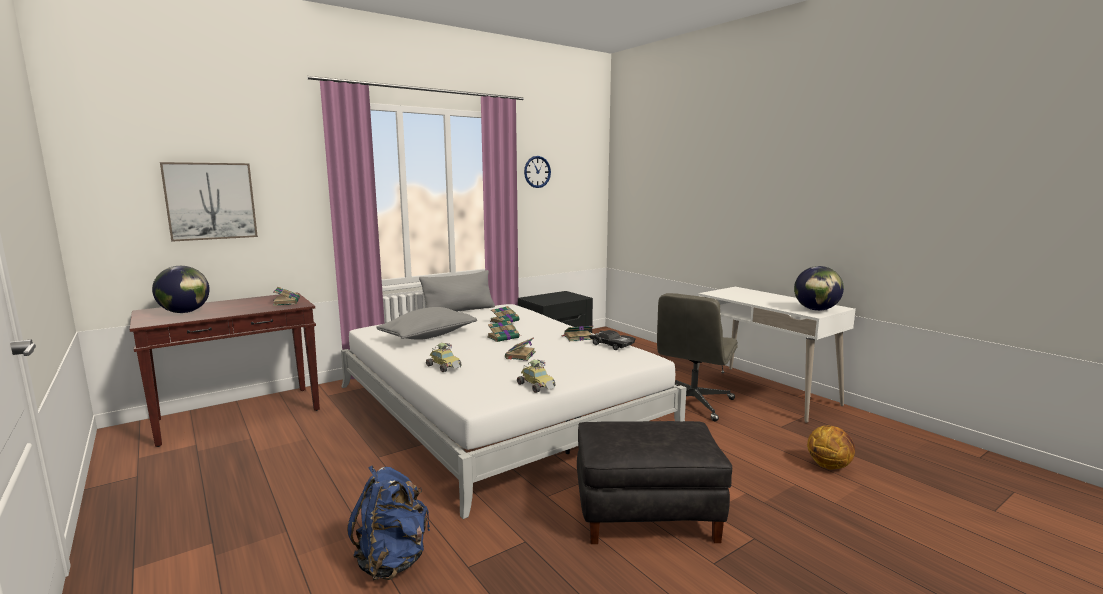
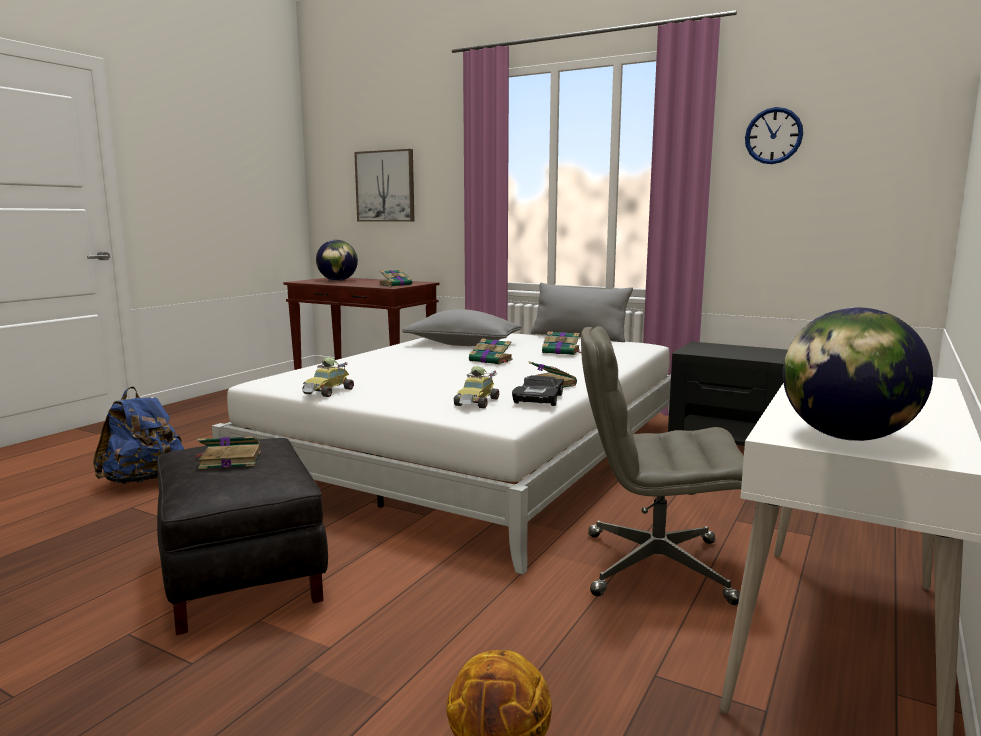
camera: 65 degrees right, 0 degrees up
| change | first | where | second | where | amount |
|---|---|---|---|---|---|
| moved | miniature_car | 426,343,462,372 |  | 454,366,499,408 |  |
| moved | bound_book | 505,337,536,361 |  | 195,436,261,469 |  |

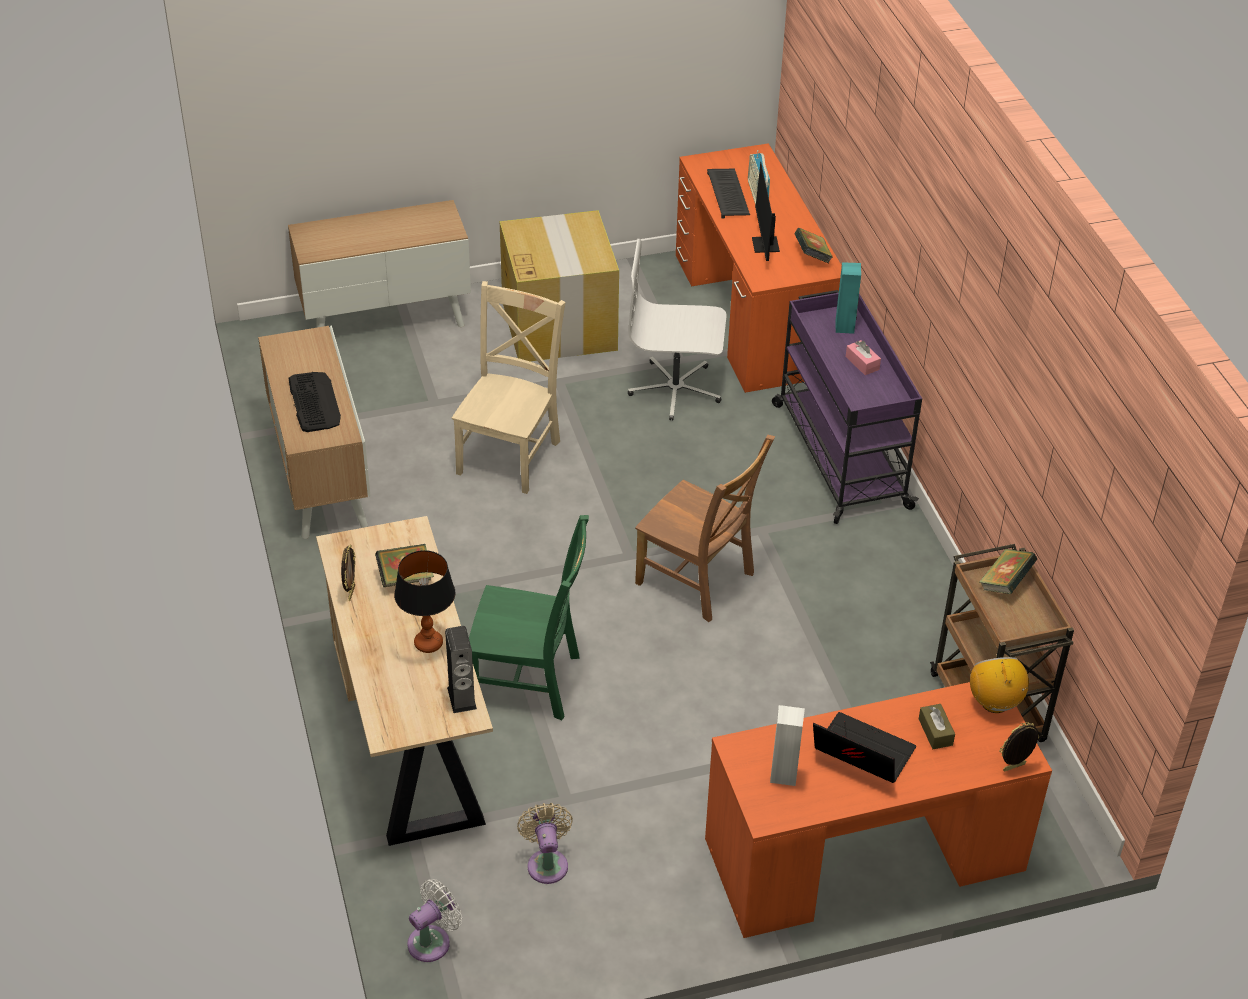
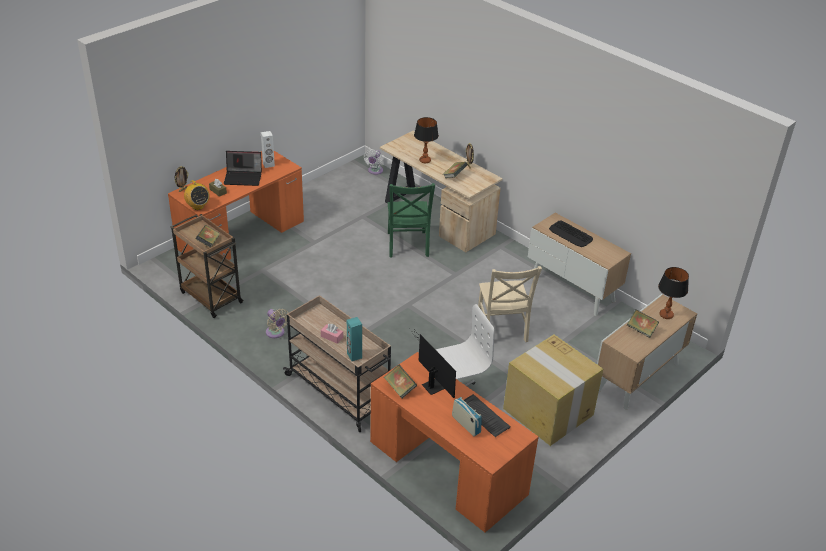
camera: 150 degrees right, 5 degrees down
| change | first | where | second | where | amount |
|---|---|---|---|---|---|
| removed | audio_speaker | 445,626,477,713 |  |  |  |
| turned | green_plain_chair | 469,515,589,720 |  | 388,183,435,258 | 75 degrees counterclockwise |
| moved | beige_cooling_fan | 517,803,573,884 |  | 266,309,289,338 |  |
| removed | brownish_plain_chair | 635,435,775,622 |  |  |  |
| recoloured | purple-coloured_cart | 772,290,922,524 | beige_cart | 283,295,391,432 |  |
| added |  |  | bound_book | 627,309,659,338 |  |
| added |  |  | tabletop_lamp | 658,267,689,319 |  |

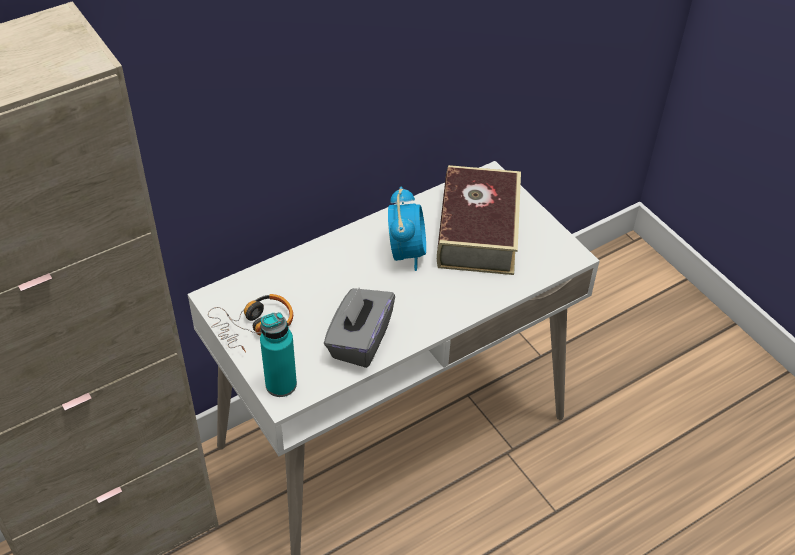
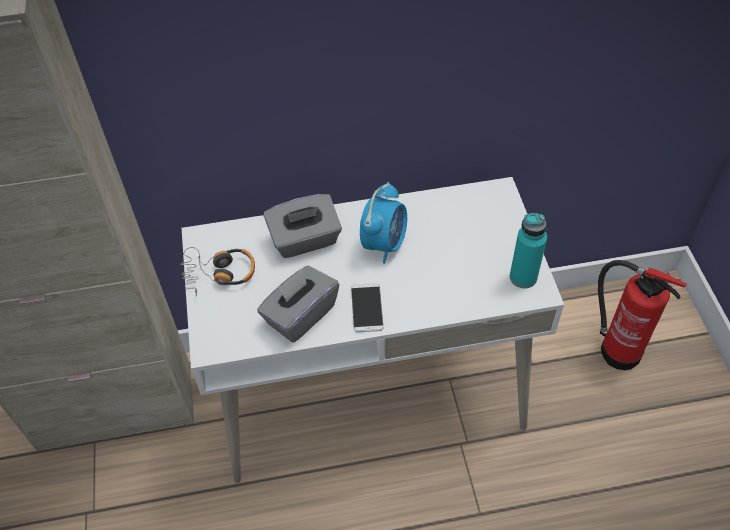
camera: 25 degrees right, 5 degrees up
| change | first | where | second | where | amount |
|---|---|---|---|---|---|
| moved | turquoise_beverage_bottle | 260,312,297,397 |  | 510,213,547,288 |  |
| removed | bound_book | 437,165,521,275 |  |  |  |
| added |  |  | greyish_tissue_box | 264,194,342,258 |  |
| added |  |  | handset | 351,283,383,332 |  |
| added |  |  | fire-fighting_cylinder | 598,260,687,370 |  |

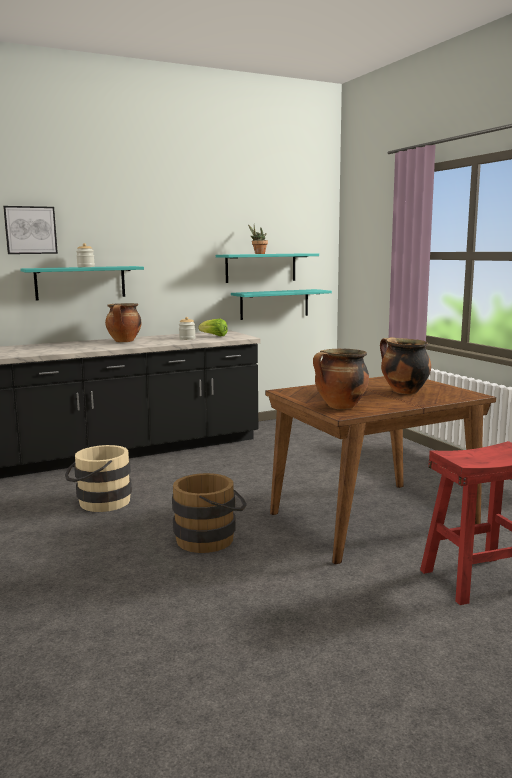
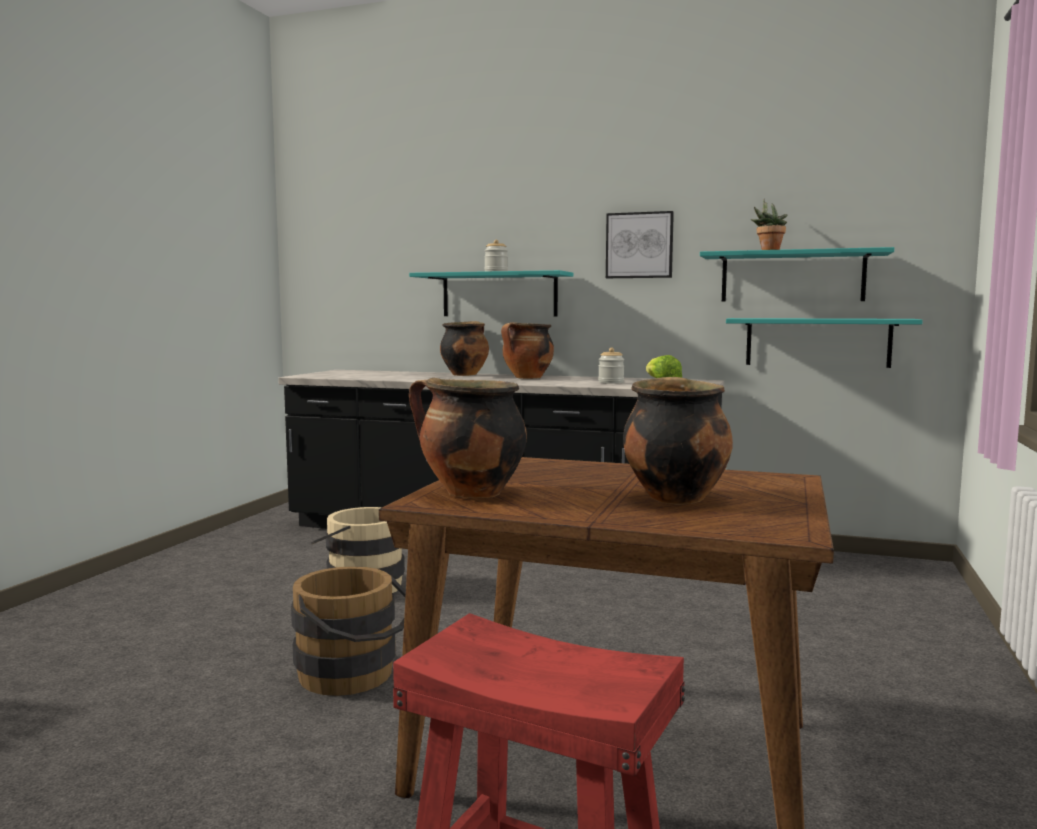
camera: 45 degrees right, 5 degrees down
| change | first | where | second | where | amount |
|---|---|---|---|---|---|
| moved | wall_picture | 3,206,58,254 |  | 606,211,674,278 |  |
| added |  |  | cooking_pot | 440,321,489,376 |  |

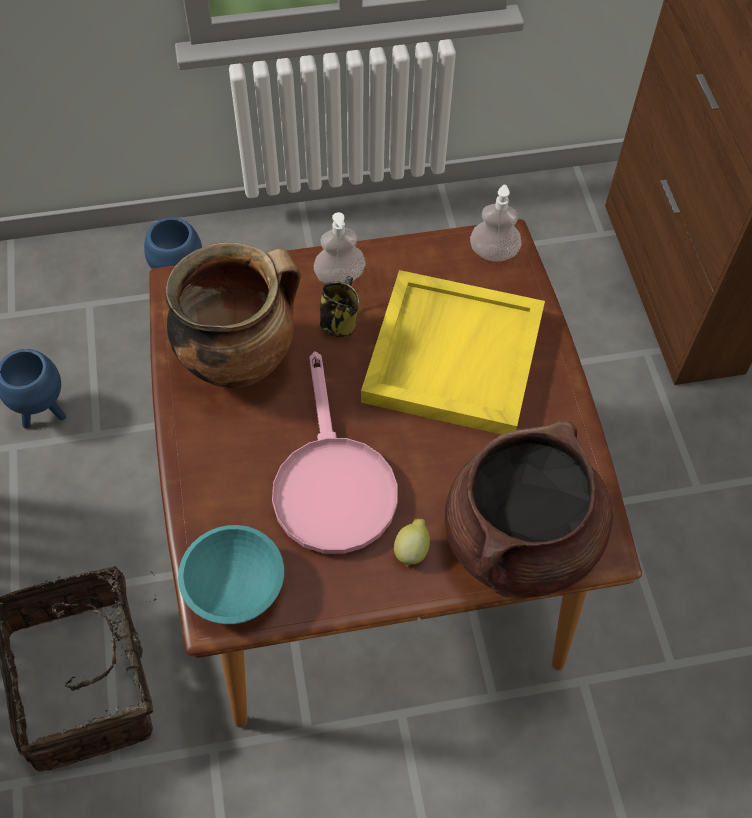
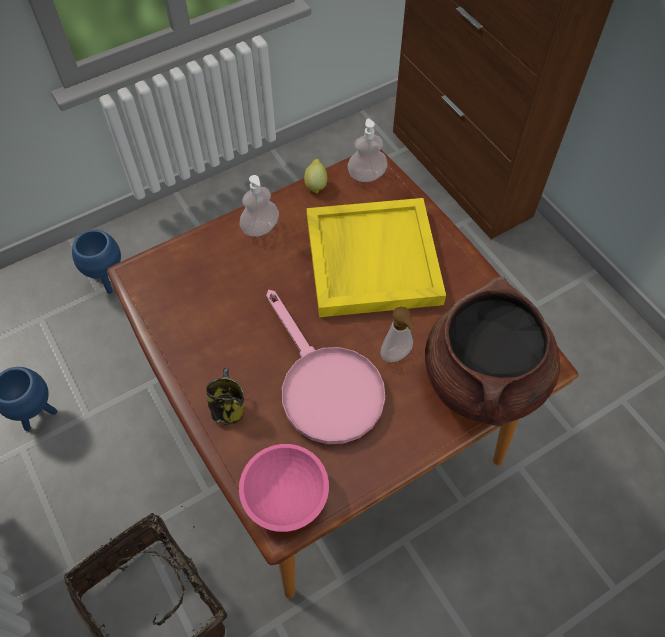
camera: 20 degrees left, 0 degrees up
| change | first | where | second | where | amount |
|---|---|---|---|---|---|
| removed | cooking_pot | 166,242,301,388 |  |  |  |
| recoloured | turquoise_serving_bowl | 178,525,284,625 | pink_serving_bowl | 239,444,329,532 |  |
| moved | coffee_mug | 320,276,359,338 |  | 206,368,244,425 |  |
| moved | whole_lemon | 394,519,430,567 |  | 304,159,327,194 |  |
| added |  |  | liquid_soap_bottle | 380,307,415,362 |  |

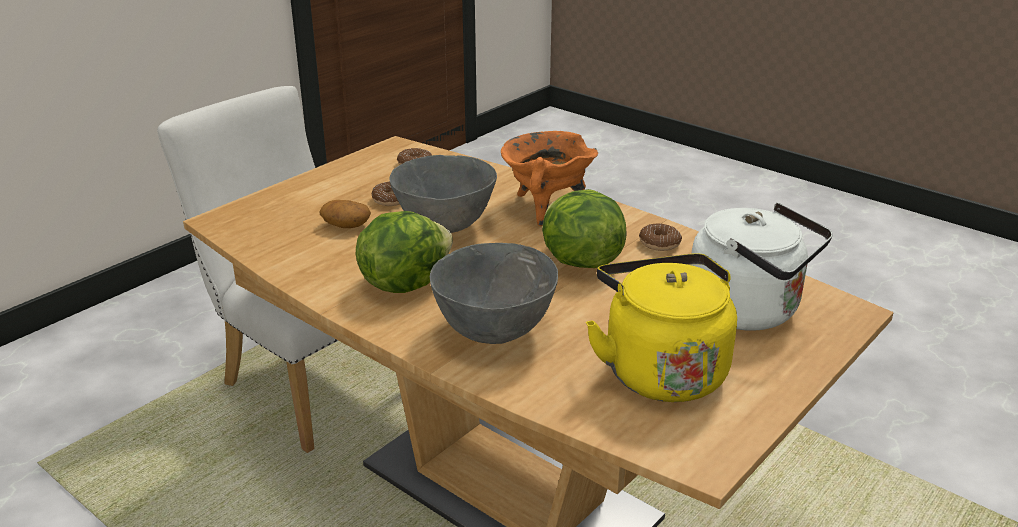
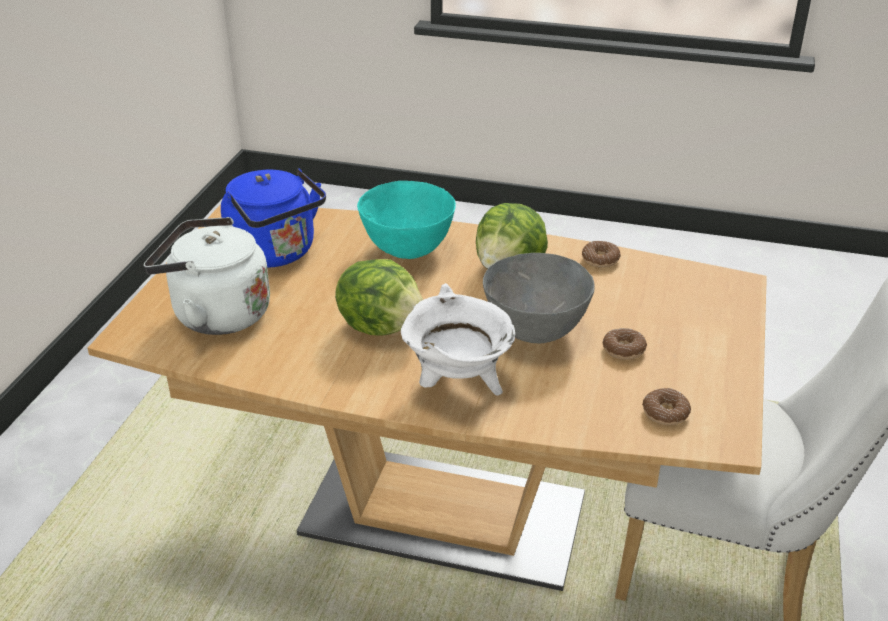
camera: 155 degrees right, 5 degrees up
| change | first | where | second | where | amount |
|---|---|---|---|---|---|
| removed | potato | 319,200,371,228 |  |  |  |
| recoloured | greyish_serving_bowl | 430,243,558,344 | turquoise_serving_bowl | 357,181,456,259 |  |
| recoloured | orangey_cooking_pot | 501,131,598,226 | whitish_cooking_pot | 401,283,515,396 |  |
| recoloured | yellow-coloured_tea_kettle | 586,253,737,402 | bluish_tea_kettle | 221,168,326,268 |  |
| moved | ring_doughnut | 639,223,682,251 |  | 582,241,621,268 |  |

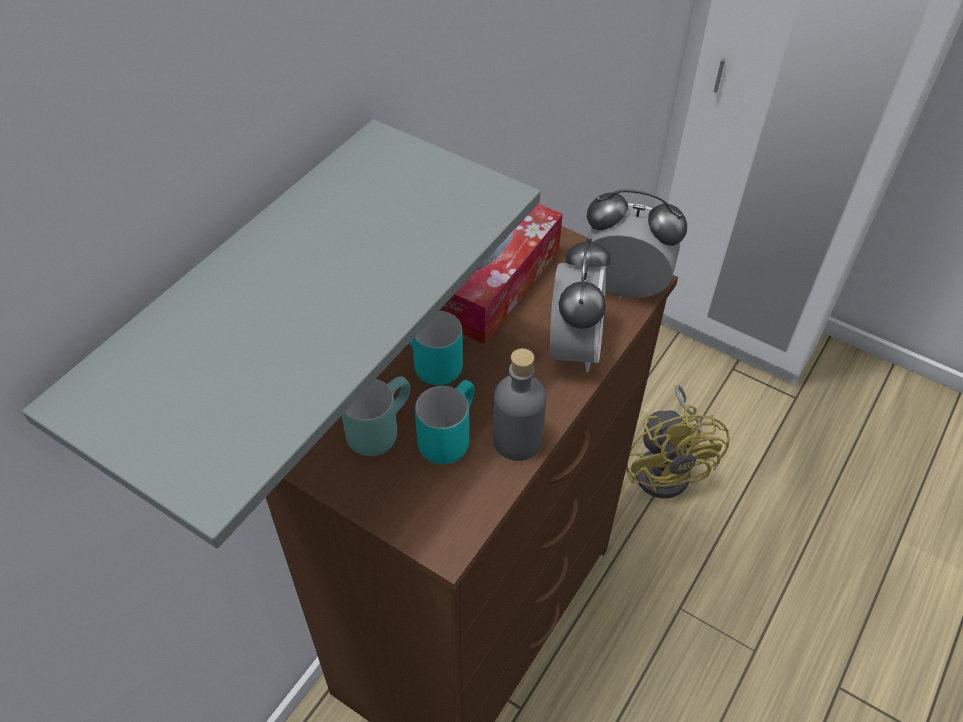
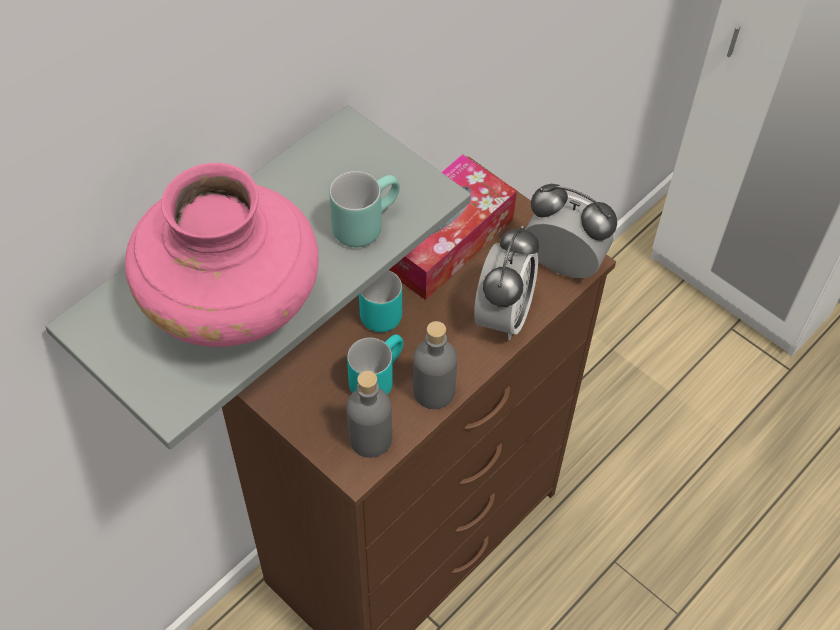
camera: 10 degrees right, 5 degrees up
| change | first | where | second | where | amount |
|---|---|---|---|---|---|
| moved | turquoise_coffee_mug | 342,376,410,456 |  | 329,171,400,247 |  |
| removed | yellow-coloured_cooling_fan | 626,385,730,499 |  |  |  |
| added |  |  | pink_decorative_vase | 125,163,319,347 |  |
| added |  |  | greyish_beverage_bottle | 346,371,392,458 |  |

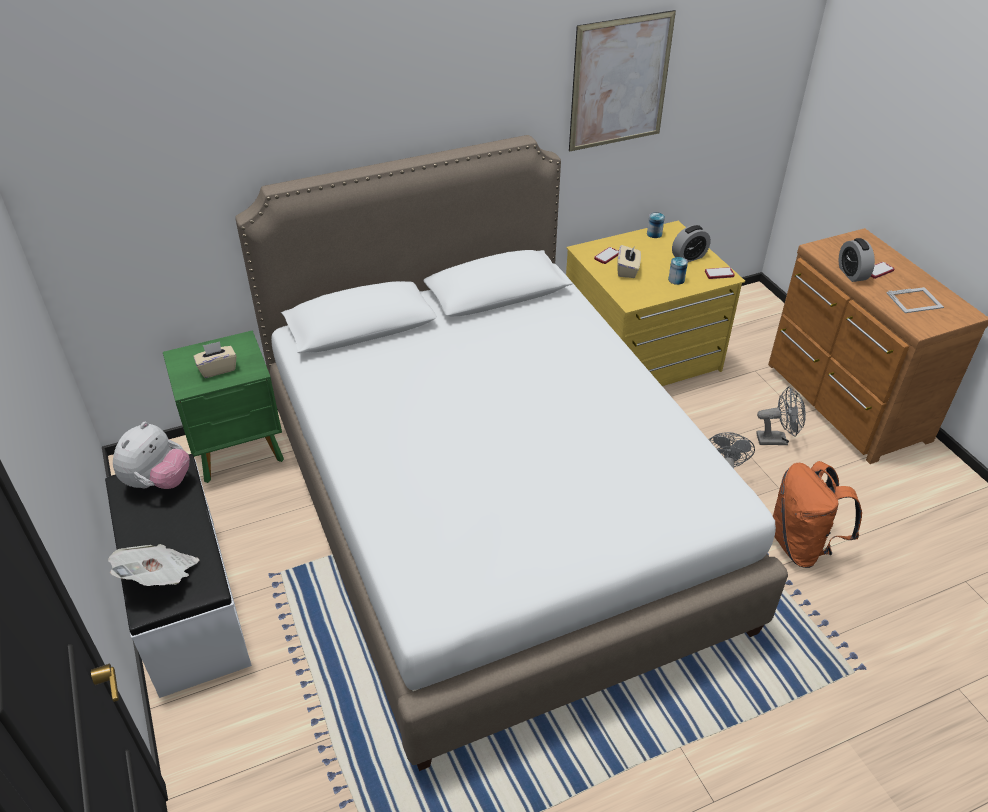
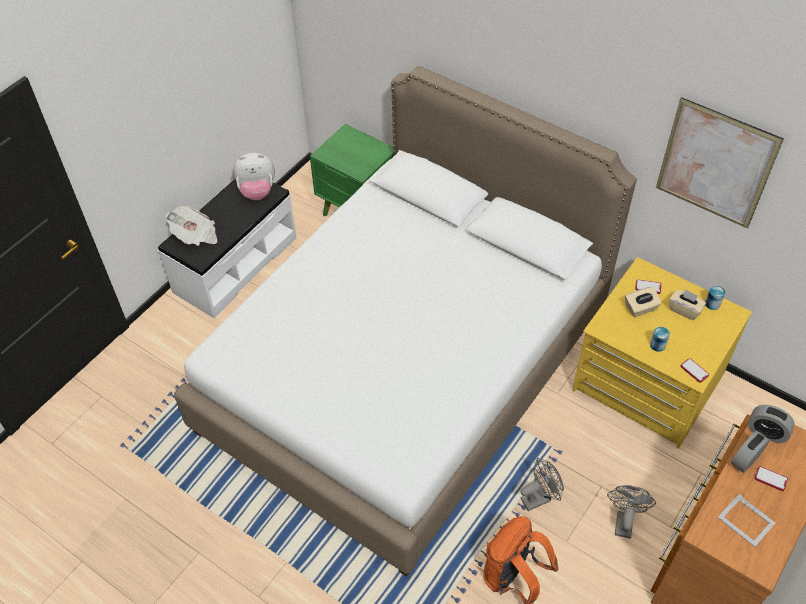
camera: 60 degrees right, 10 degrees up
| change | first | where | second | where | amount |
|---|---|---|---|---|---|
| moved | beige_tissue_box | 194,341,236,378 |  | 669,289,706,320 |  |
| moved | alarm_clock | 672,225,711,262 |  | 748,405,795,443 |  |
| turned | greyish_cooling_fan | 756,386,806,445 |  | 607,485,656,539 | 135 degrees counterclockwise |

